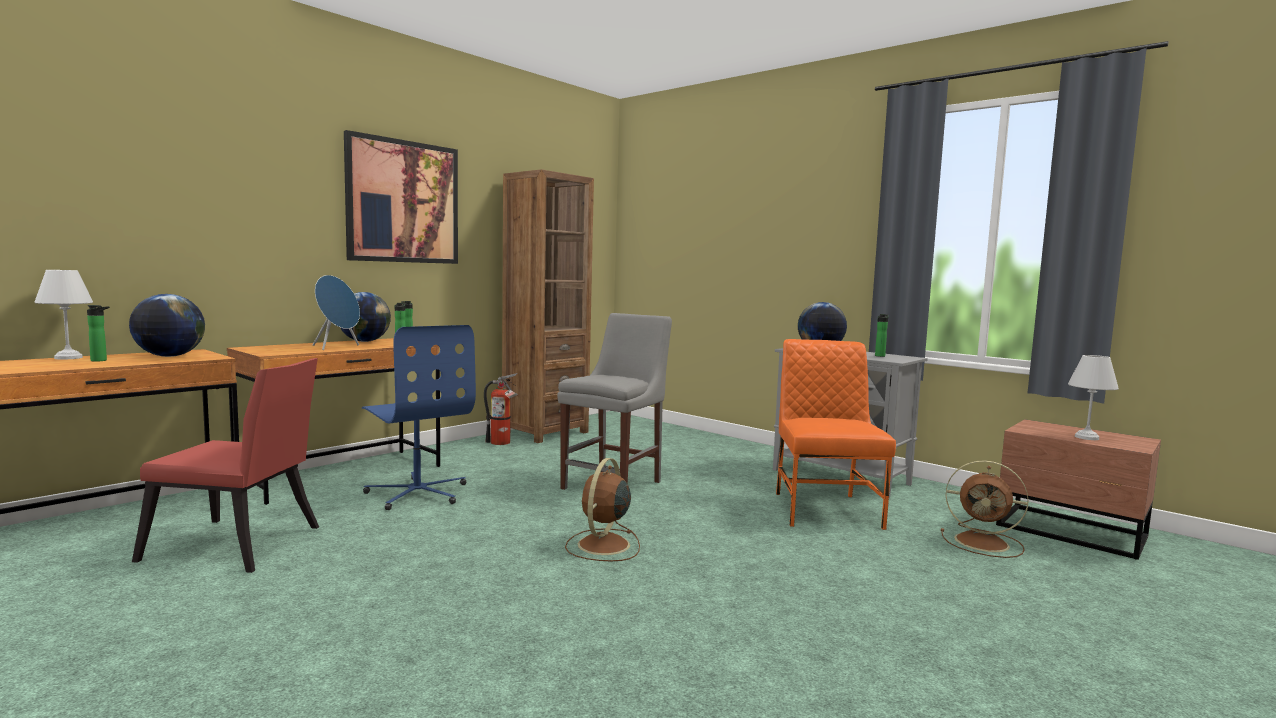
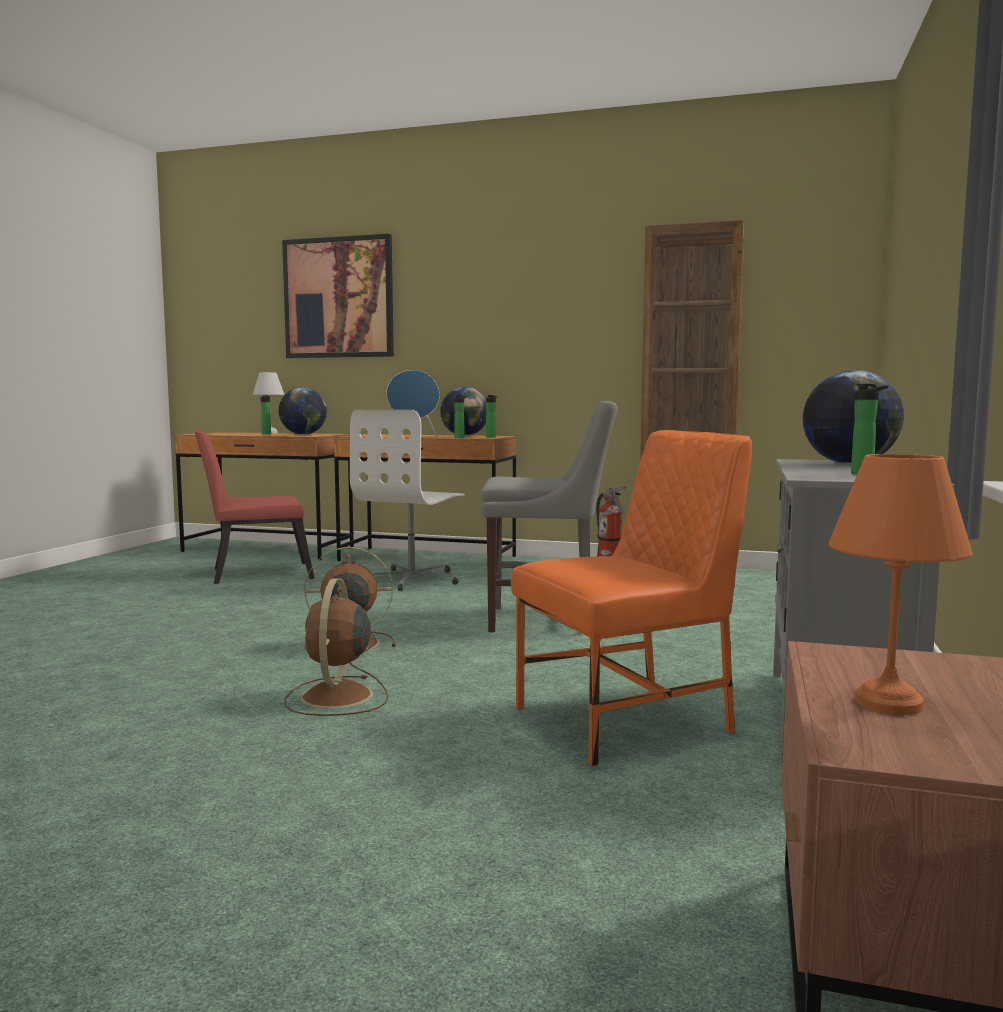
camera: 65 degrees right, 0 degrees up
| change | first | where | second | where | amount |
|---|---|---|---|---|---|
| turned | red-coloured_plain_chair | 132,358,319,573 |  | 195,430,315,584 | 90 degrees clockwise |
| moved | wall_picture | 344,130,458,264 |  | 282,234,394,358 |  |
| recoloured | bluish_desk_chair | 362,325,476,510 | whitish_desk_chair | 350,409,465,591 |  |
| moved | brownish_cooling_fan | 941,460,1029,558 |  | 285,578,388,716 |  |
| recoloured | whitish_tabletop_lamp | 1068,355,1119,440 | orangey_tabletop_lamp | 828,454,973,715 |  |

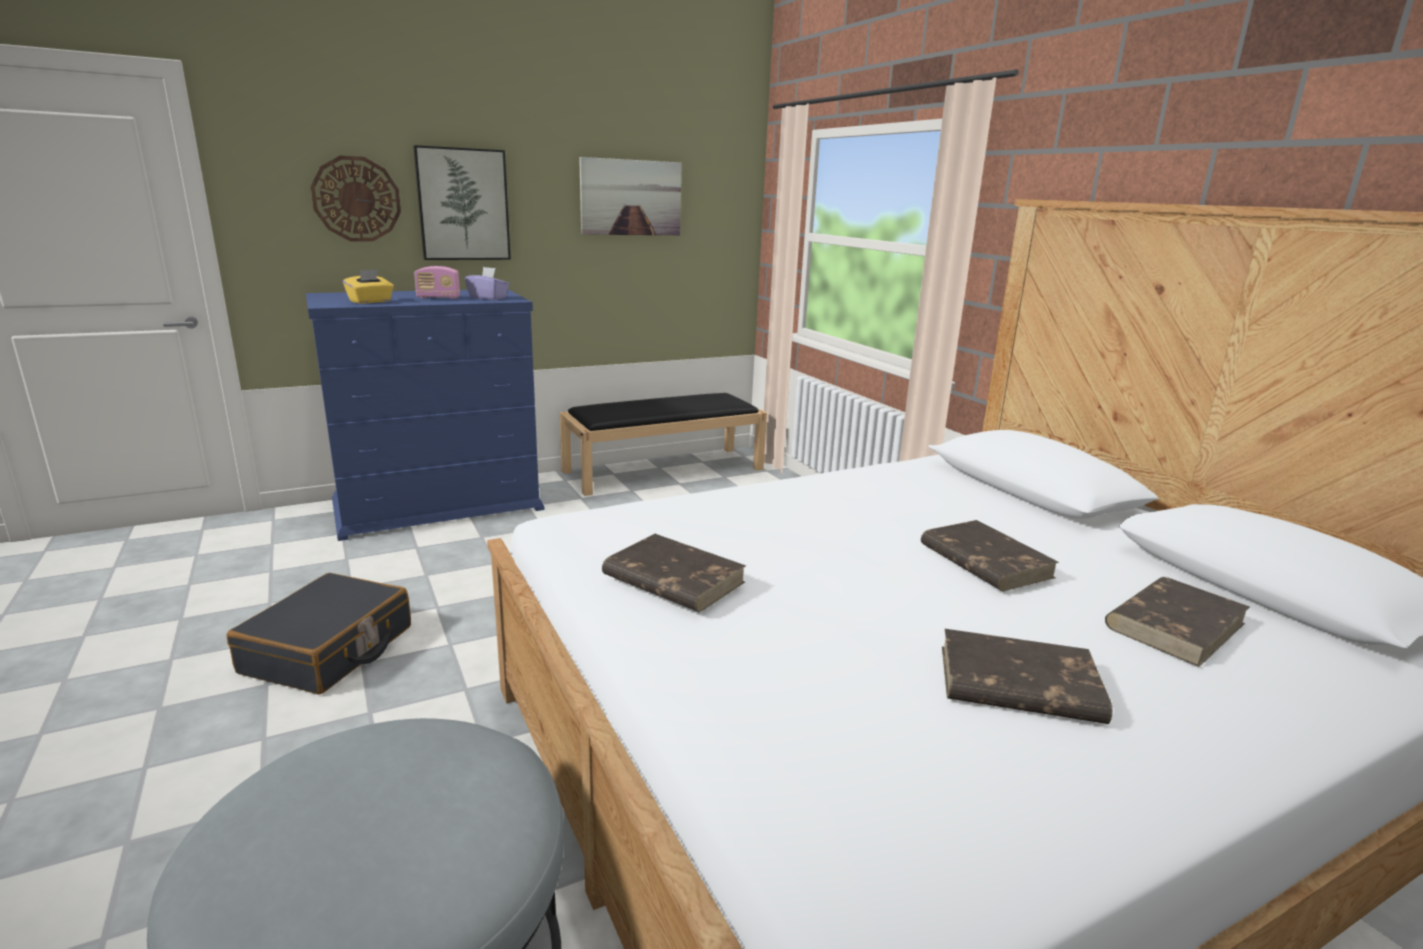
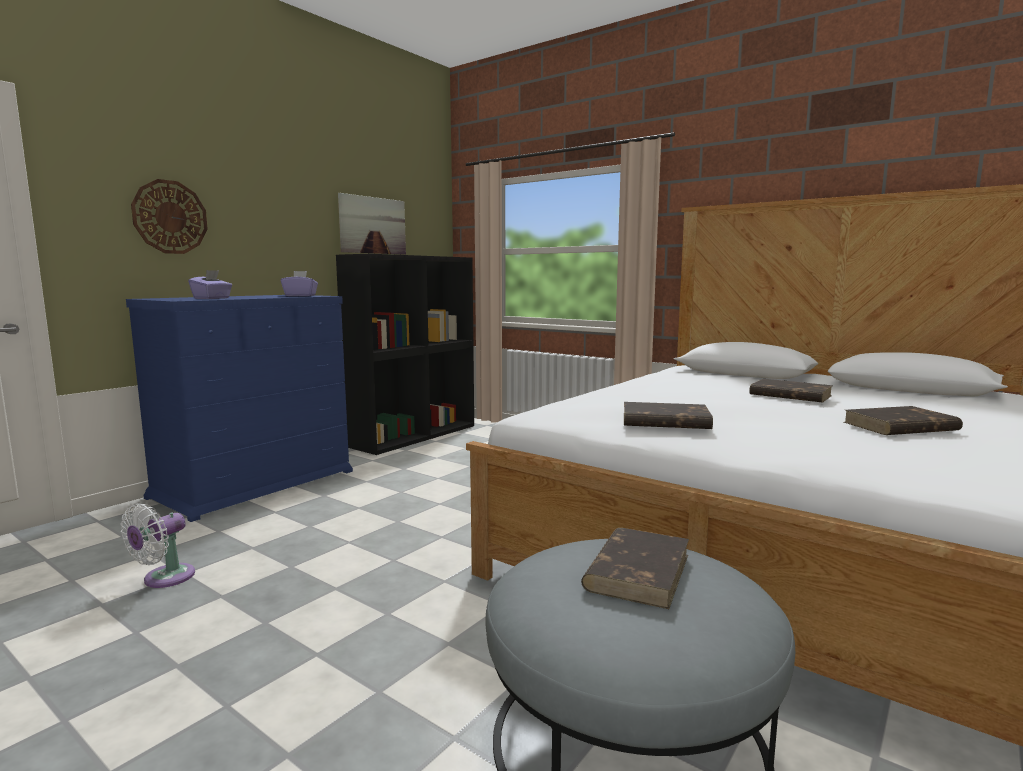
camera: 25 degrees left, 10 degrees down
| change | first | where | second | where | amount |
|---|---|---|---|---|---|
| removed | black_travel_case | 227,573,411,695 |  |  |  |
| recoloured | yellow-coloured_tissue_box | 343,269,394,304 | purple-coloured_tissue_box | 188,270,232,299 |  |
| removed | wall_picture | 413,145,511,260 |  |  |  |
| removed | radio_receiver | 414,266,460,299 |  |  |  |
| replaced | black_indoor_bench | 560,393,767,496 | black_bookshelf | 336,254,474,455 |  |
| moved | brownish_bound_book | 1105,577,1250,667 |  | 581,528,689,609 |  |
| added |  |  | whitish_cooling_fan | 121,504,195,588 |  |

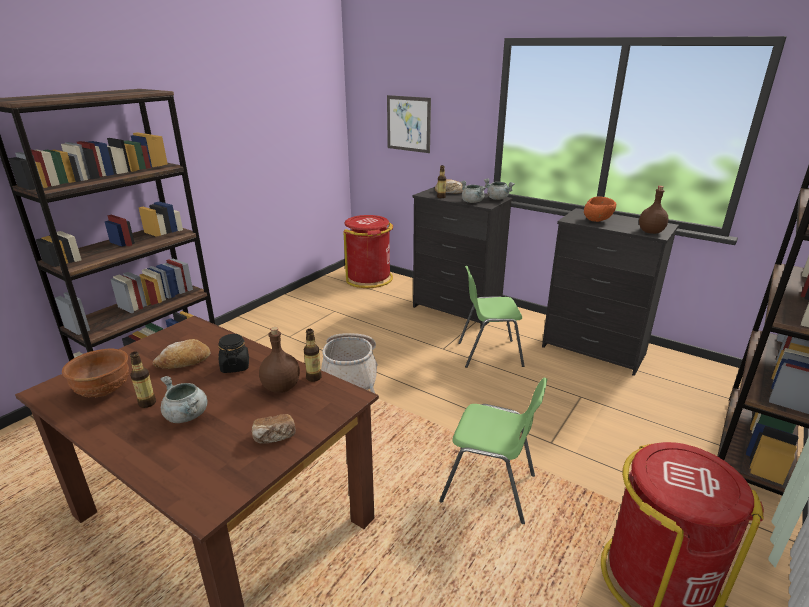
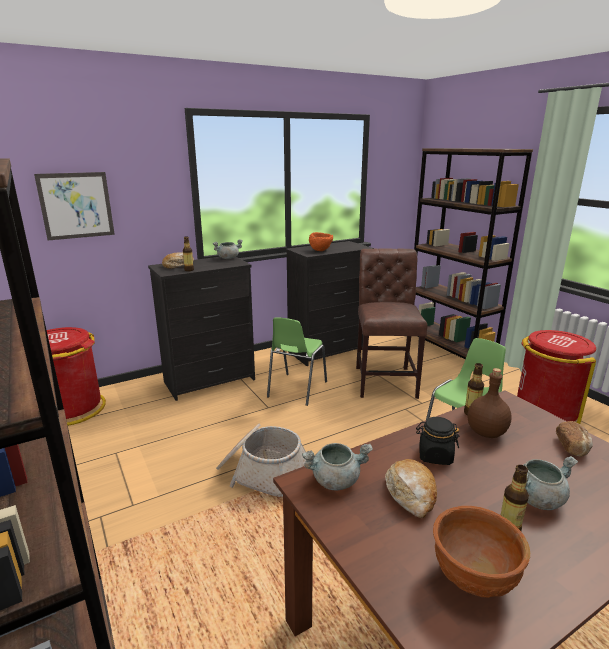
camera: 65 degrees left, 5 degrees down
| change | first | where | second | where | amount |
|---|---|---|---|---|---|
| moved | greyish_cooking_pot | 461,181,486,203 |  | 302,443,373,491 |  |
| removed | brownish_beverage_bottle | 639,186,669,234 |  |  |  |
| added |  |  | brownish_plain_chair | 356,248,428,399 |  |

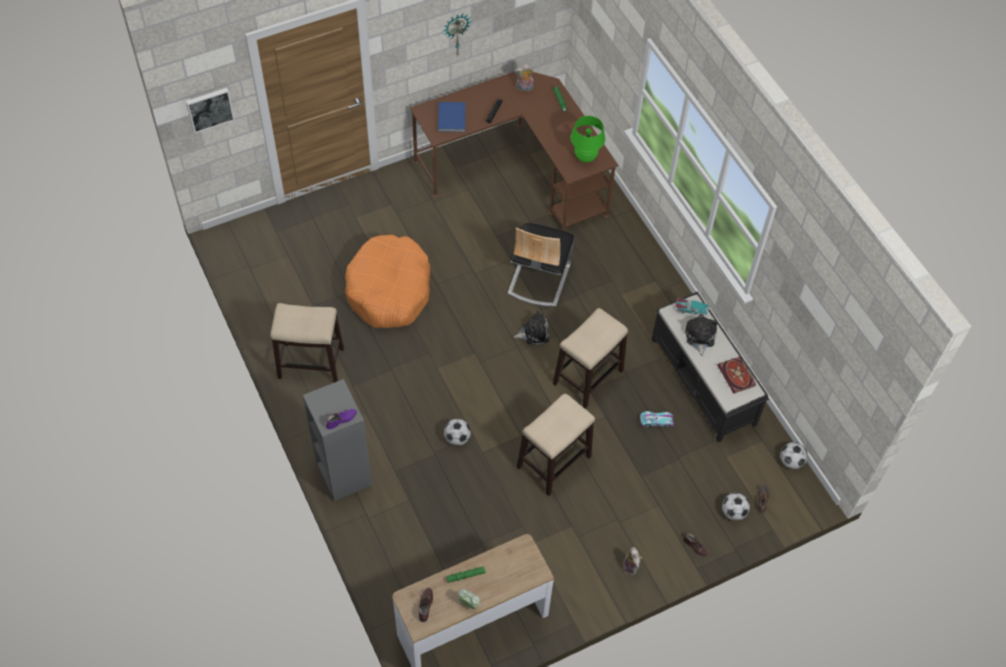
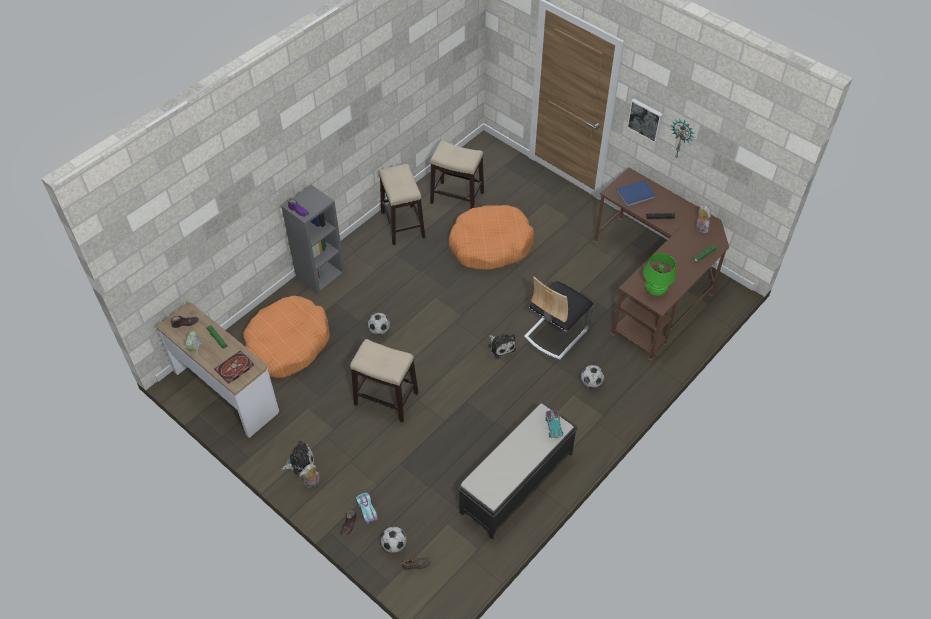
camera: 70 degrees right, 5 degrees down
| change | first | where | second | where | amount |
|---|---|---|---|---|---|
| moved | wall_picture | 186,88,235,133 |  | 627,98,663,143 |  |
| turned | plain_chair | 508,223,574,307 |  | 524,277,594,360 | 45 degrees counterclockwise |
| moved | sitting_stool | 553,308,628,409 |  | 430,140,484,208 |  |
| moved | miniature_car | 640,411,674,428 |  | 356,492,378,524 |  |
| moved | soft_toy | 685,316,718,356 |  | 281,441,314,474 |  |
| moved | bound_book | 717,356,756,393 |  | 214,350,254,384 |  |
| moved | ball_for_football | 780,442,808,469 |  | 581,365,604,388 |  |
| added |  |  | orangey_dog_bed | 243,296,330,378 |  |

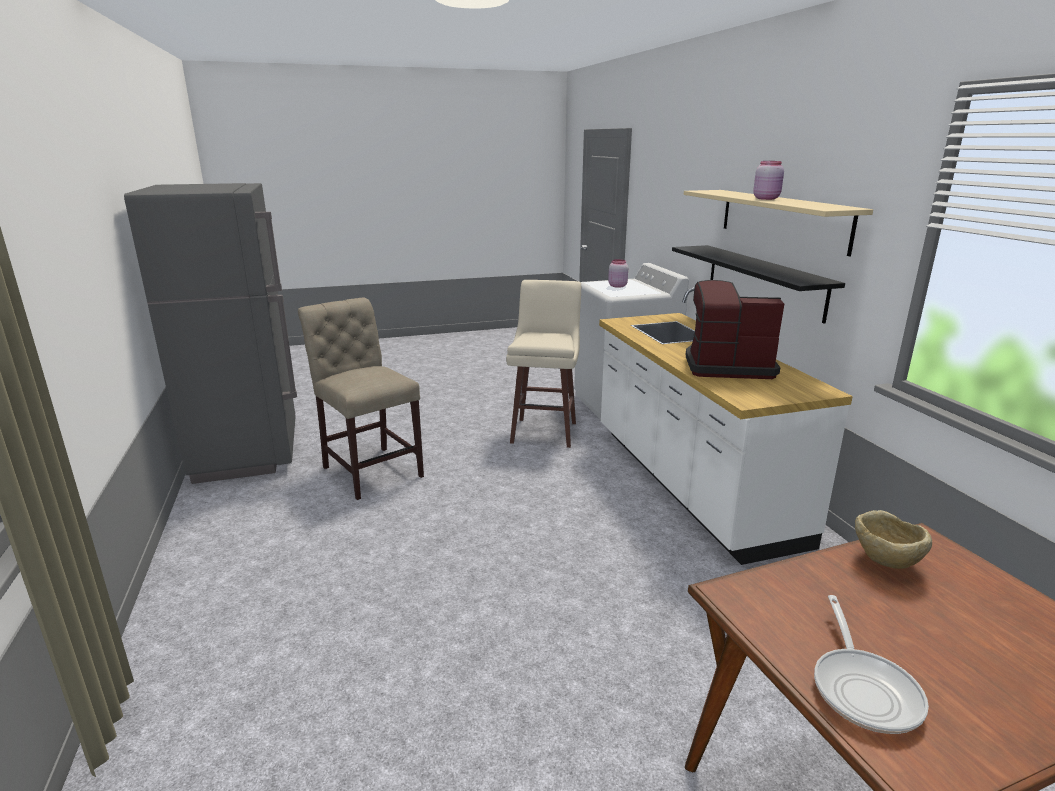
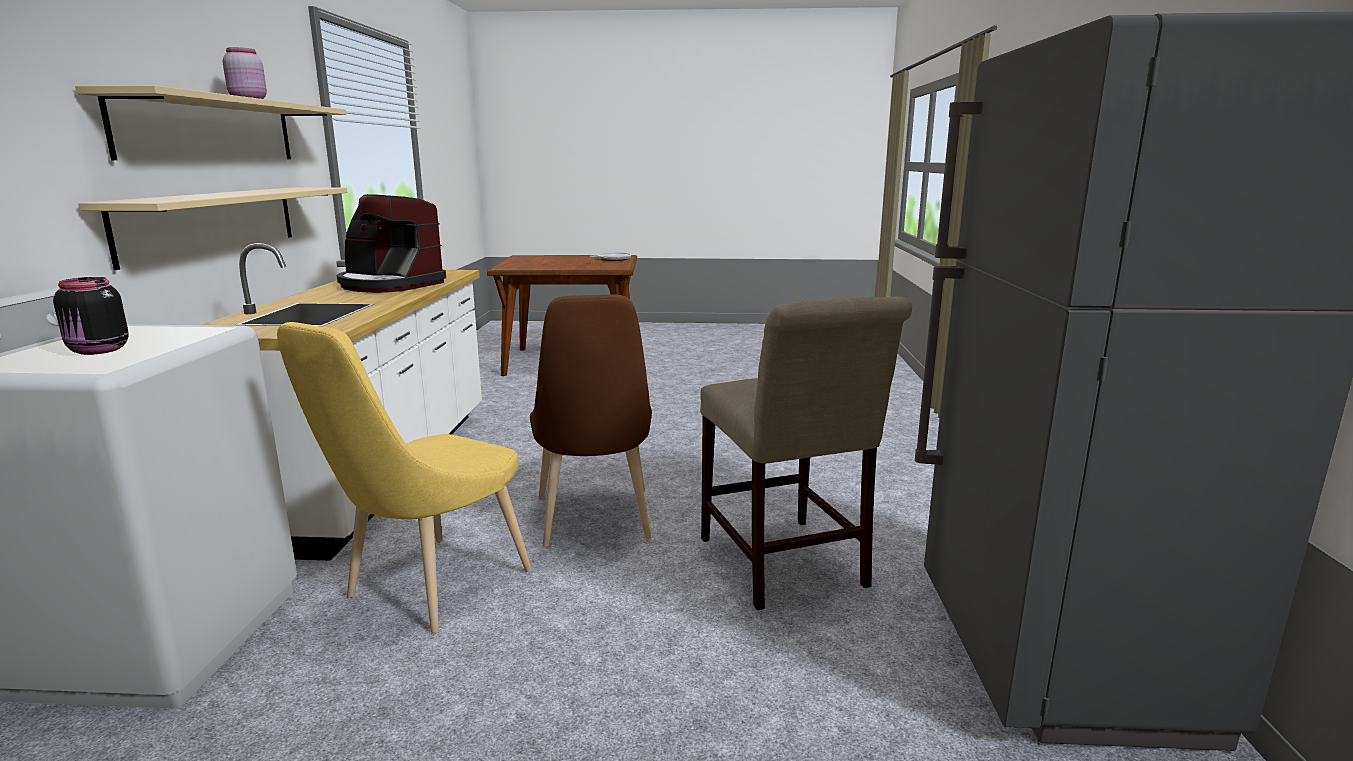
camera: 160 degrees left, 5 degrees down
| change | first | where | second | where | amount |
|---|---|---|---|---|---|
| replaced | beige_sitting_stool | 506,280,581,448 | yellow-coloured_plain_chair | 277,322,532,633 |  |
| recoloured | pink_storage_jar | 608,259,628,288 | black_storage_jar | 53,277,129,355 |  |
| recoloured | black_bracket_shelf | 672,245,845,324 | beige_bracket_shelf | 78,187,347,270 |  |
| removed | beige_serving_bowl | 855,510,932,569 |  |  |  |
| added |  |  | brownish_plain_chair | 530,295,652,547 |  |

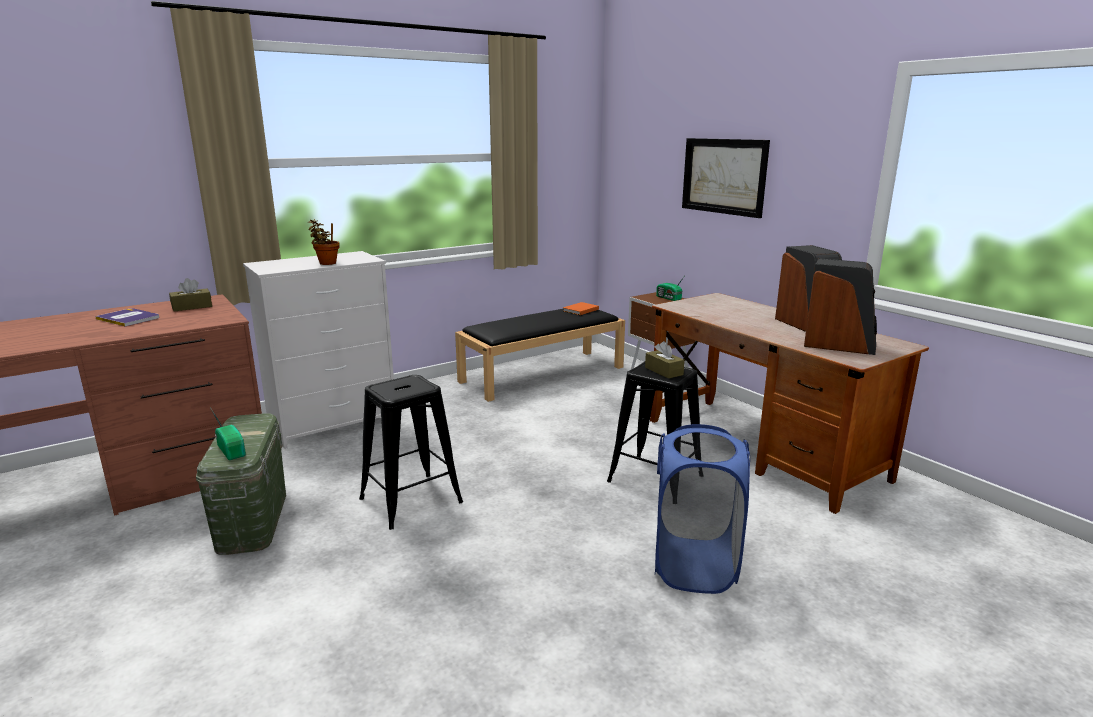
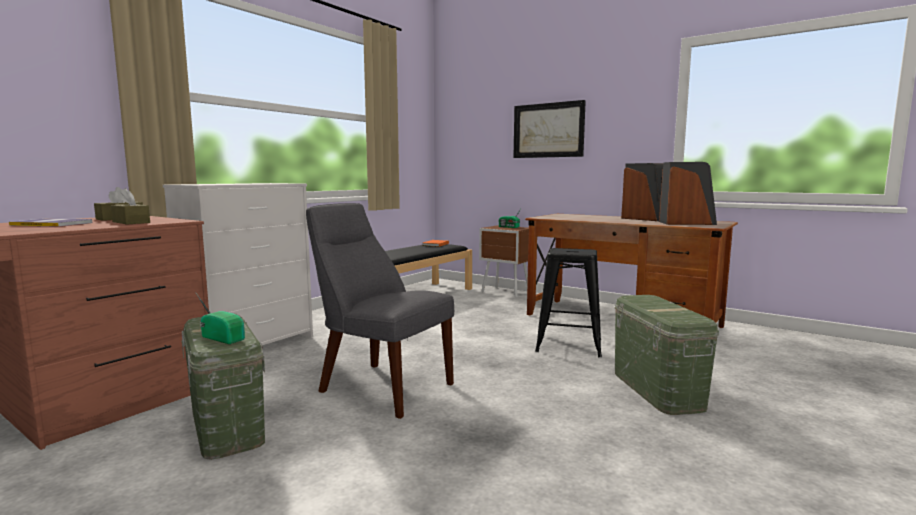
camera: 20 degrees left, 10 degrees down
| change | first | where | second | where | amount |
|---|---|---|---|---|---|
| removed | plant_in_a_pot | 308,219,339,265 |  |  |  |
| replaced | black_sitting_stool | 359,375,463,530 | greyish_plain_chair | 306,203,454,419 |  |
| moved | brownish_tissue_box | 645,341,685,379 |  | 111,188,150,224 |  |
| replaced | bluish_laundry_basket | 655,424,750,594 | green_storage_container | 615,295,719,415 |  |

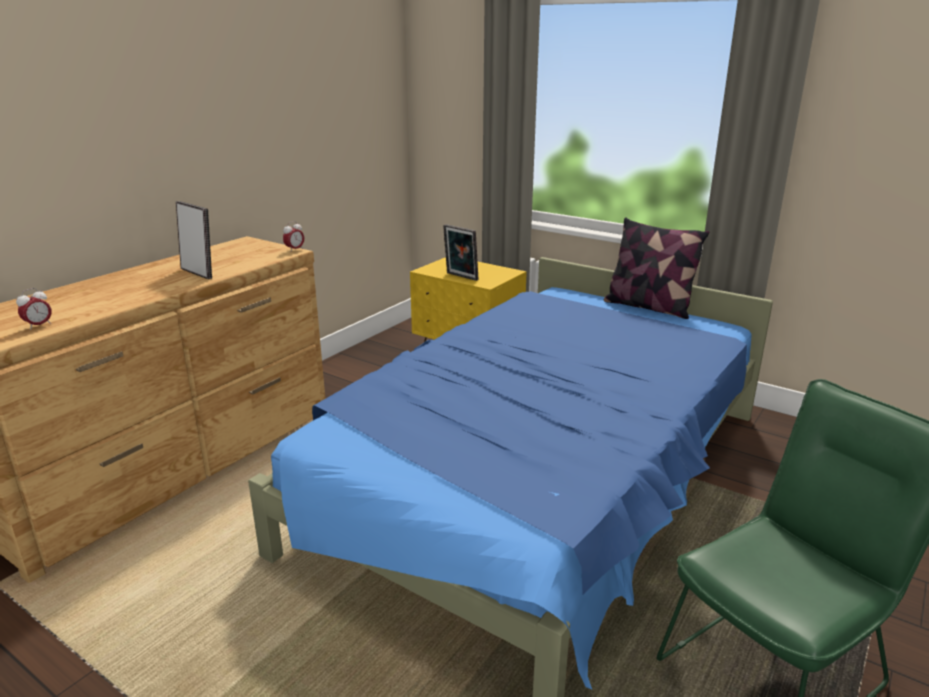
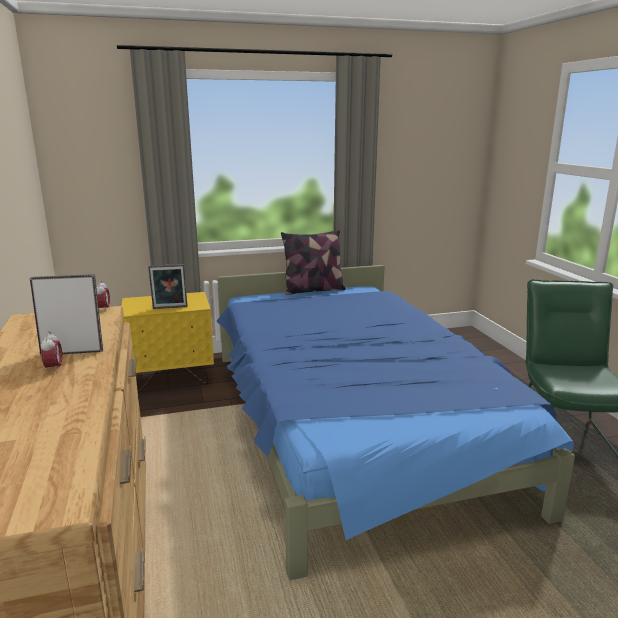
camera: 50 degrees left, 5 degrees down
| change | first | where | second | where | amount |
|---|---|---|---|---|---|
| moved | alarm_clock | 16,288,52,330 |  | 41,331,62,371 |  |

